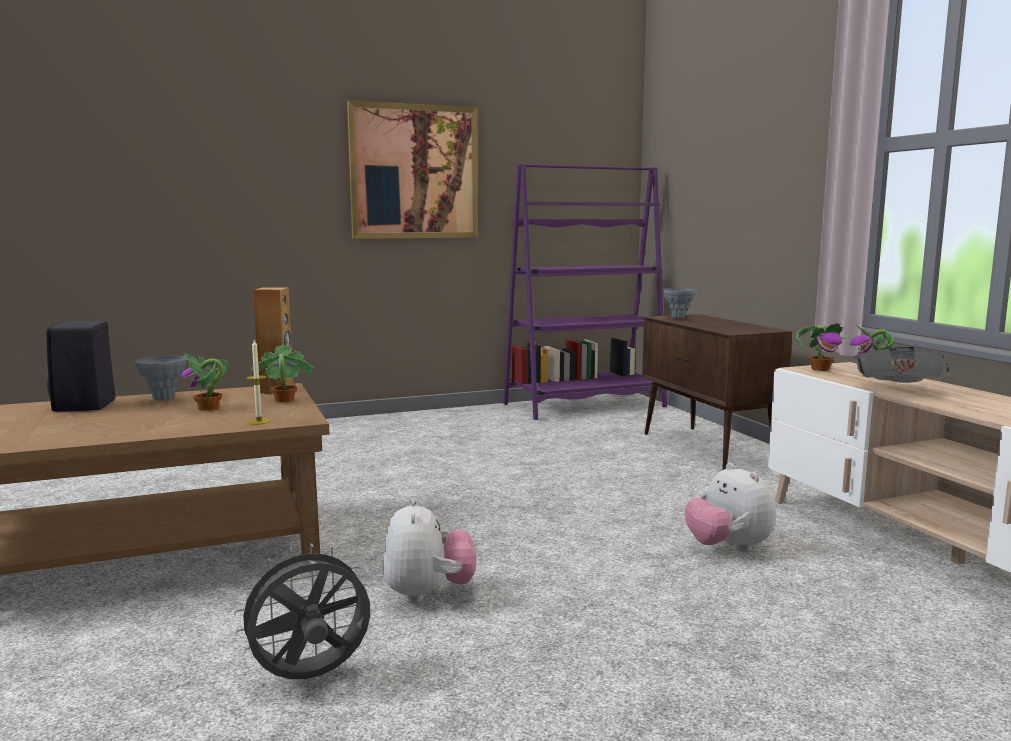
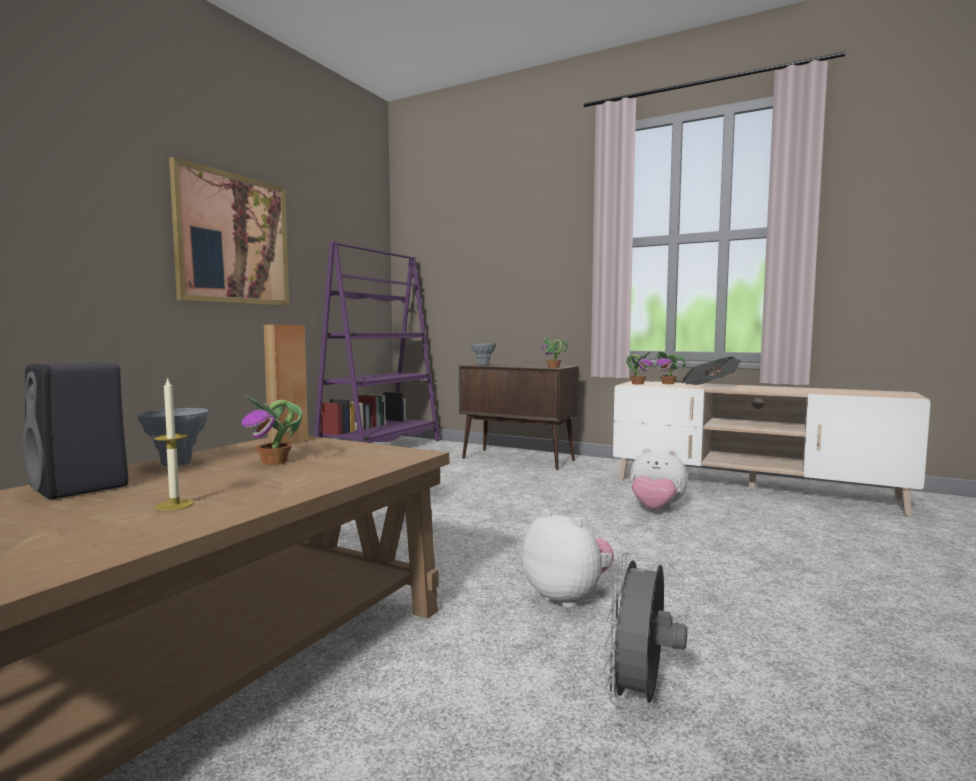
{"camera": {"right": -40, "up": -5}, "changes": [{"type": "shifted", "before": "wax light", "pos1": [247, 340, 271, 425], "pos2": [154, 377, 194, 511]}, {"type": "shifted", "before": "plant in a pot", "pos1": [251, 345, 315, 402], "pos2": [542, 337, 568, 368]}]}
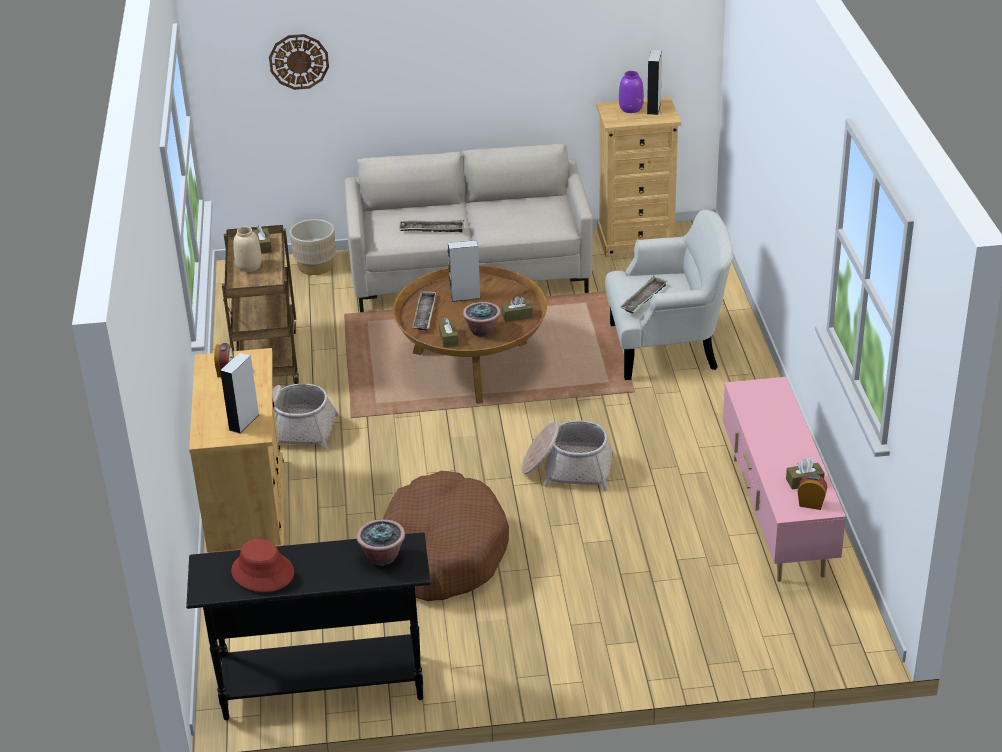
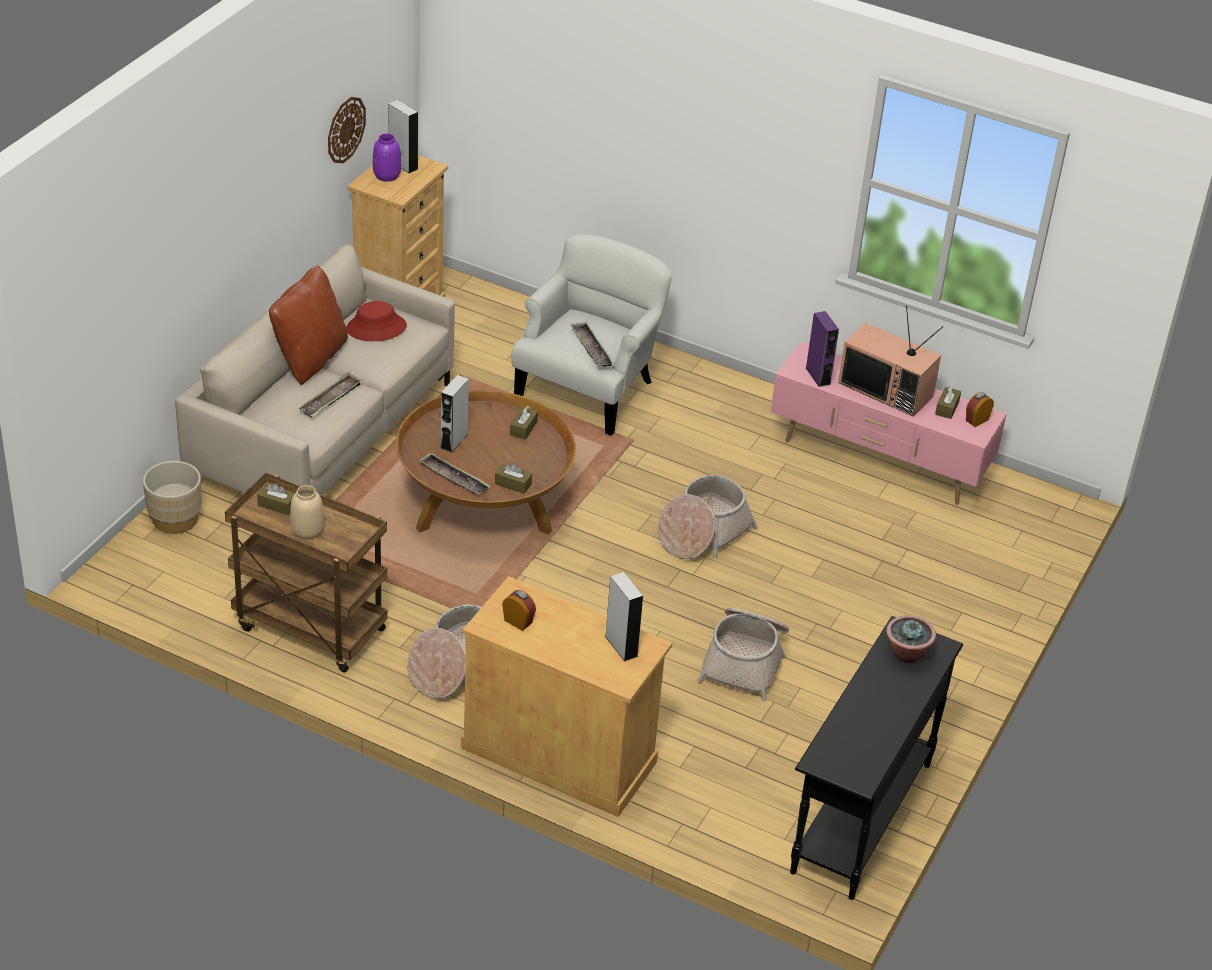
{"camera": {"right": -60, "up": 5}, "changes": [{"type": "shifted", "before": "hanging clock", "pos1": [269, 34, 329, 90], "pos2": [328, 97, 366, 163]}, {"type": "gone", "before": "plant in a pot", "pos1": [463, 302, 501, 337]}, {"type": "swapped", "before": "pet bed (brown-coloured)", "after": "storage basket", "pos1": [383, 471, 509, 601], "pos2": [697, 608, 789, 702]}, {"type": "shifted", "before": "clothing hat (red)", "pos1": [231, 539, 294, 592], "pos2": [346, 301, 407, 341]}, {"type": "new", "after": "throw pillow (brown-coloured)", "pos2": [269, 265, 348, 385]}, {"type": "new", "after": "television", "pos2": [838, 306, 943, 416]}, {"type": "new", "after": "audio speaker (purple)", "pos2": [806, 311, 839, 387]}]}
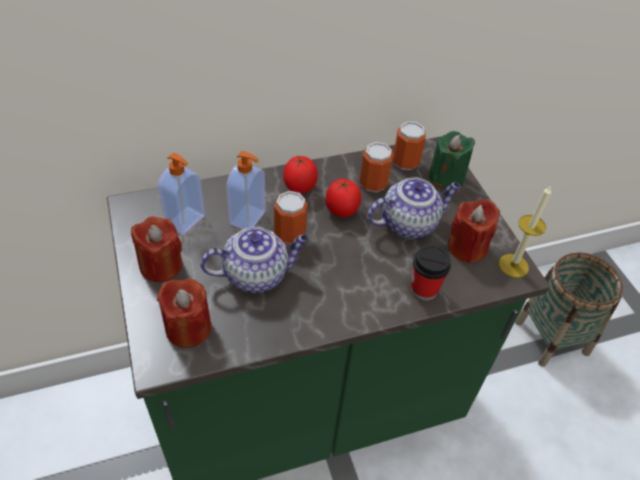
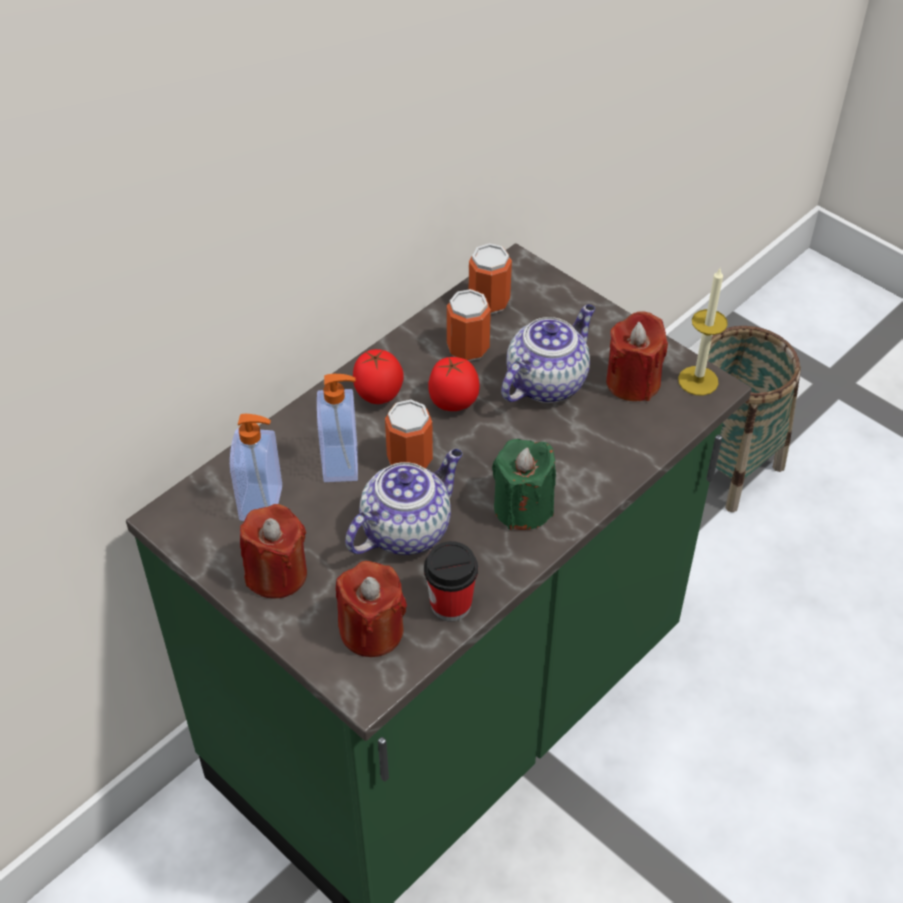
{"camera": {"right": -25, "up": 0}, "changes": [{"type": "shifted", "before": "wax light (green-coloured)", "pos1": [429, 131, 475, 189], "pos2": [492, 439, 556, 530]}, {"type": "shifted", "before": "small cup", "pos1": [411, 245, 451, 301], "pos2": [424, 541, 478, 621]}]}
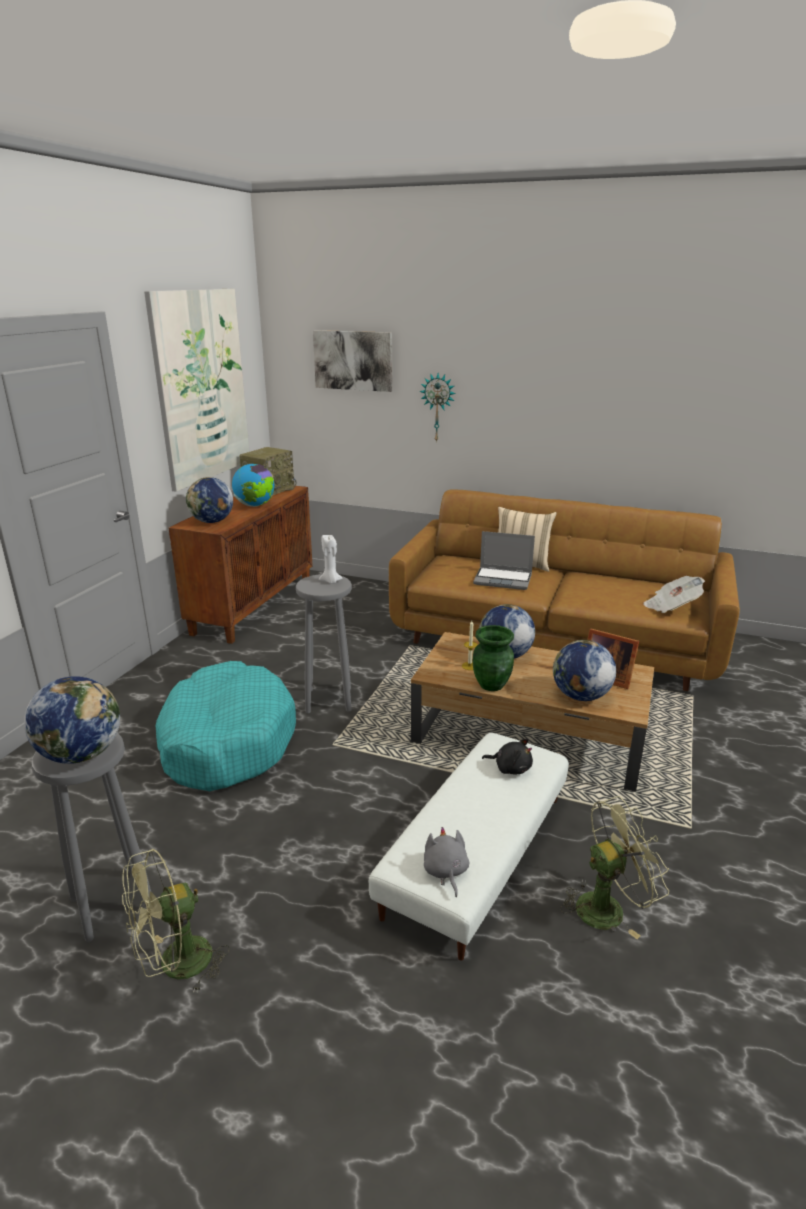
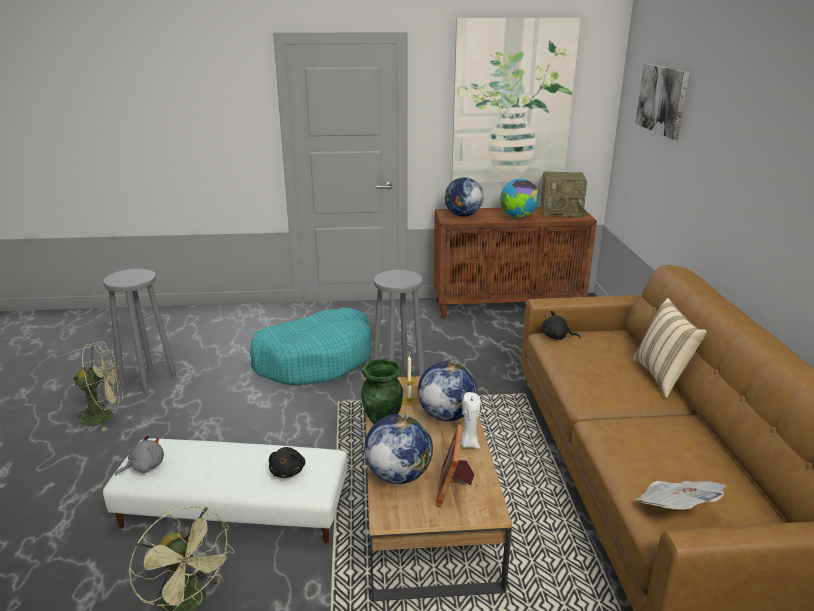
{"camera": {"right": 65, "up": 0}, "changes": [{"type": "gone", "before": "hanging clock", "pos1": [419, 373, 456, 443]}, {"type": "gone", "before": "laptop", "pos1": [473, 531, 535, 590]}, {"type": "shifted", "before": "wax light (whitish)", "pos1": [319, 535, 342, 584], "pos2": [461, 392, 480, 449]}, {"type": "gone", "before": "desk globe", "pos1": [24, 676, 120, 764]}, {"type": "rotated", "before": "cooling fan (green-coloured)", "pos1": [122, 849, 230, 993], "pos2": [72, 341, 124, 431], "turn": 135}, {"type": "new", "after": "soft toy (black)", "pos2": [542, 311, 580, 340]}]}
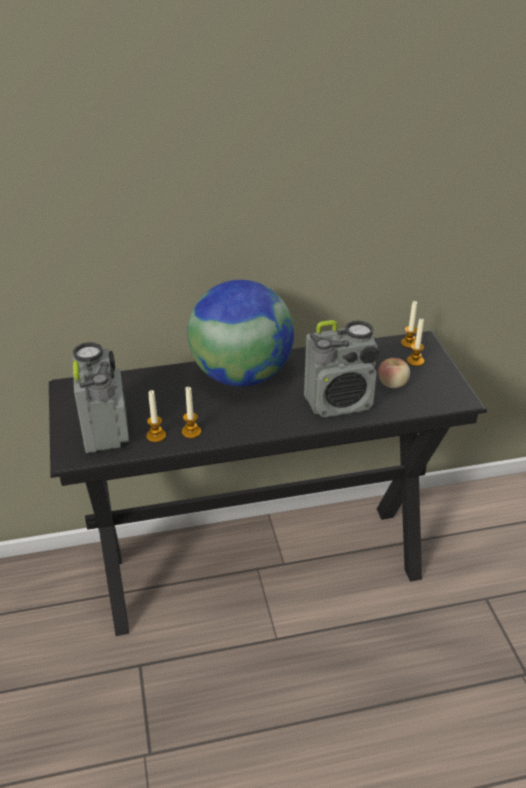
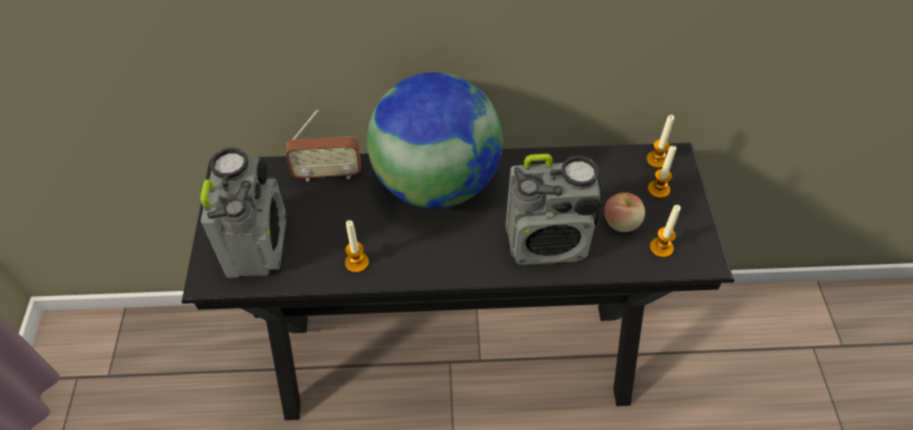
{"camera": {"right": 10, "up": 15}, "changes": [{"type": "shifted", "before": "wax light", "pos1": [146, 390, 166, 442], "pos2": [650, 205, 681, 258]}, {"type": "new", "after": "radio receiver", "pos2": [286, 109, 361, 182]}]}
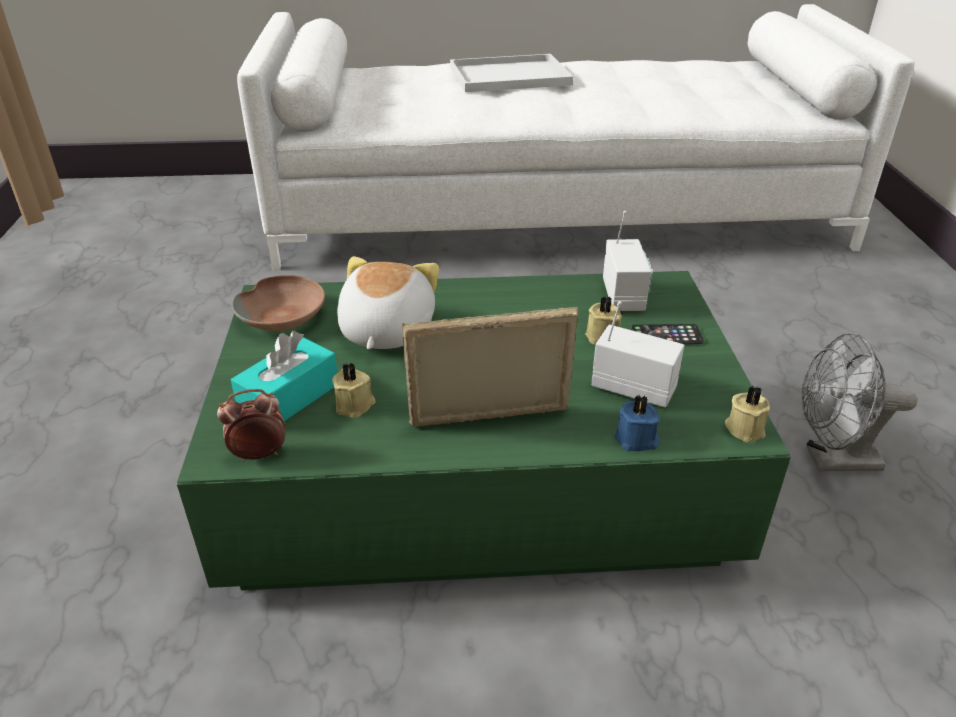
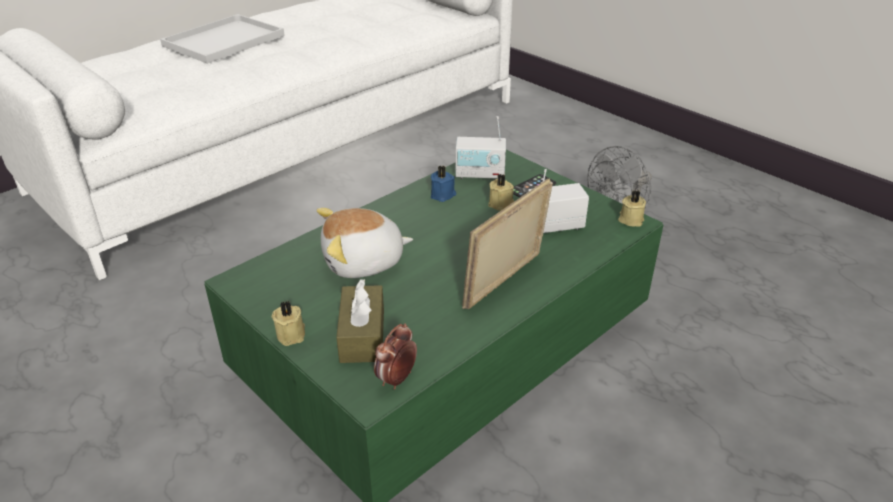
{"camera": {"right": -40, "up": 0}, "changes": [{"type": "rotated", "before": "radio receiver", "pos1": [603, 211, 653, 311], "pos2": [455, 116, 506, 179], "turn": 135}, {"type": "rotated", "before": "soft toy", "pos1": [337, 256, 439, 350], "pos2": [317, 208, 413, 278], "turn": -75}, {"type": "gone", "before": "serving bowl (brown-coloured)", "pos1": [232, 275, 325, 331]}, {"type": "repainted", "before": "tissue box (turquoise-coloured)", "after": "tissue box (brown-coloured)", "pos1": [231, 331, 337, 421], "pos2": [336, 279, 384, 363]}, {"type": "shifted", "before": "wax light (beige)", "pos1": [332, 362, 376, 418], "pos2": [272, 301, 305, 346]}, {"type": "shifted", "before": "wax light (blue-coloured)", "pos1": [615, 395, 660, 451], "pos2": [431, 165, 456, 202]}]}
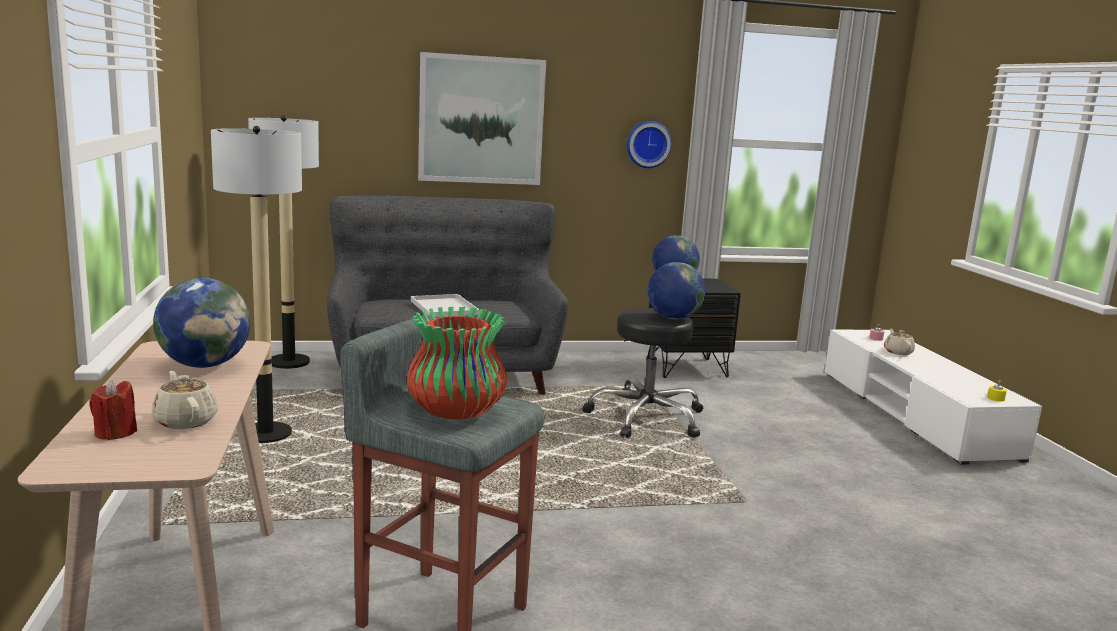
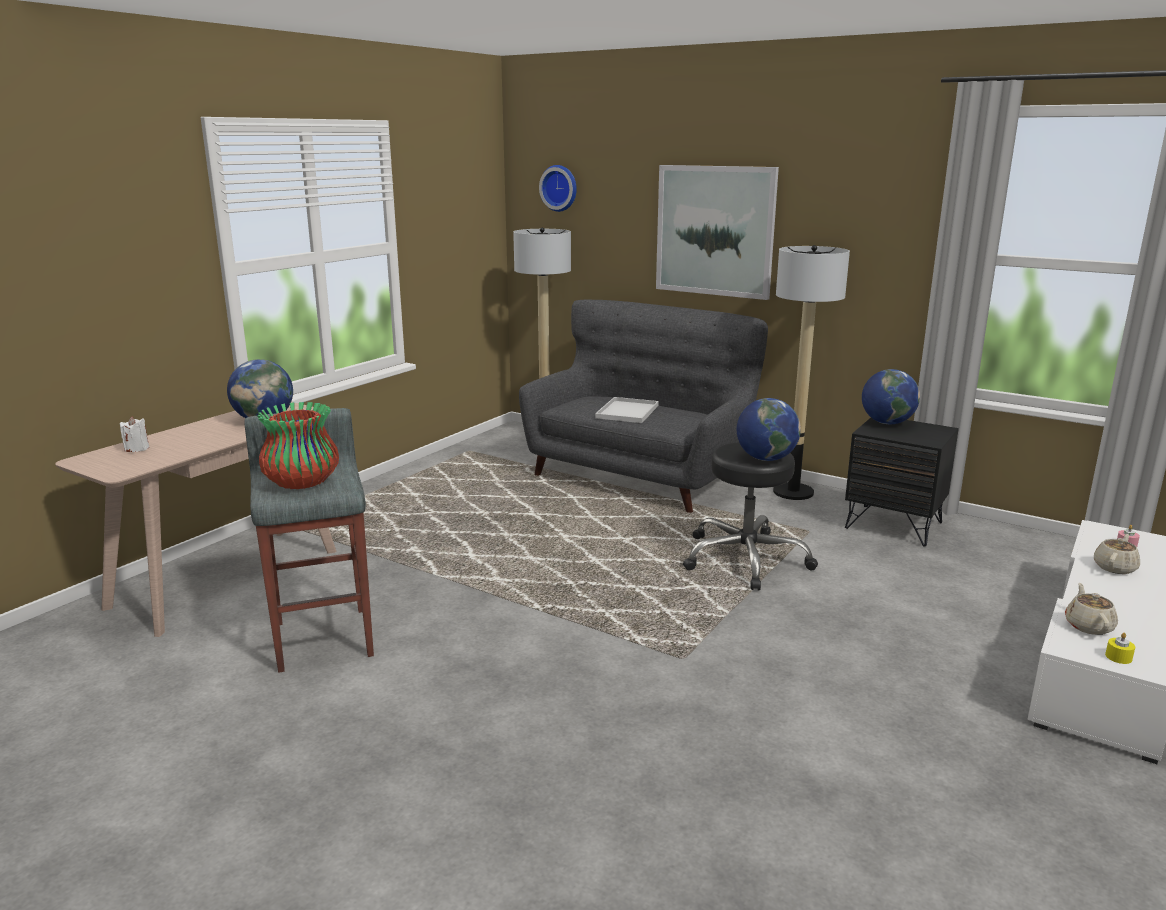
{"camera": {"right": 45, "up": 5}, "changes": [{"type": "shifted", "before": "hanging clock", "pos1": [627, 121, 672, 168], "pos2": [539, 165, 577, 212]}, {"type": "shifted", "before": "standing lamp", "pos1": [211, 126, 302, 443], "pos2": [773, 245, 850, 500]}, {"type": "shifted", "before": "tea pot (beige)", "pos1": [152, 371, 218, 429], "pos2": [1065, 583, 1118, 635]}, {"type": "repainted", "before": "wax light (red)", "after": "wax light (whitish)", "pos1": [89, 380, 137, 440], "pos2": [120, 416, 149, 452]}]}
